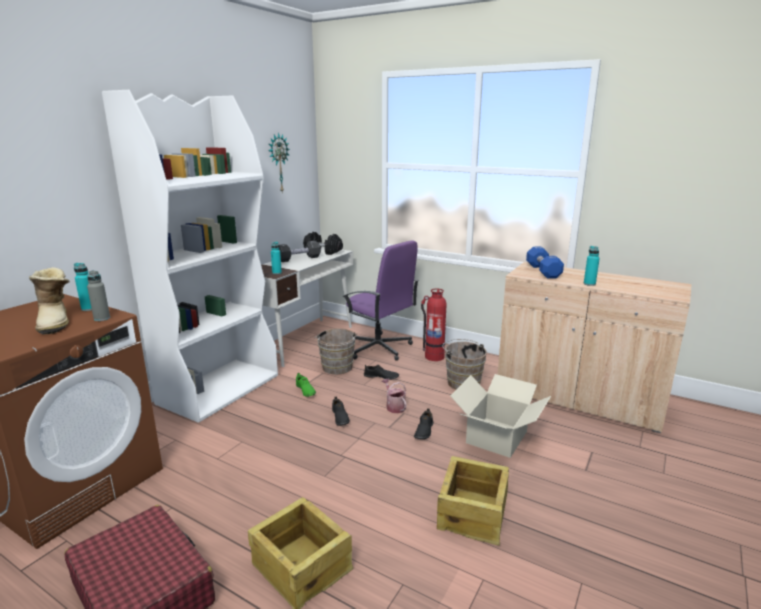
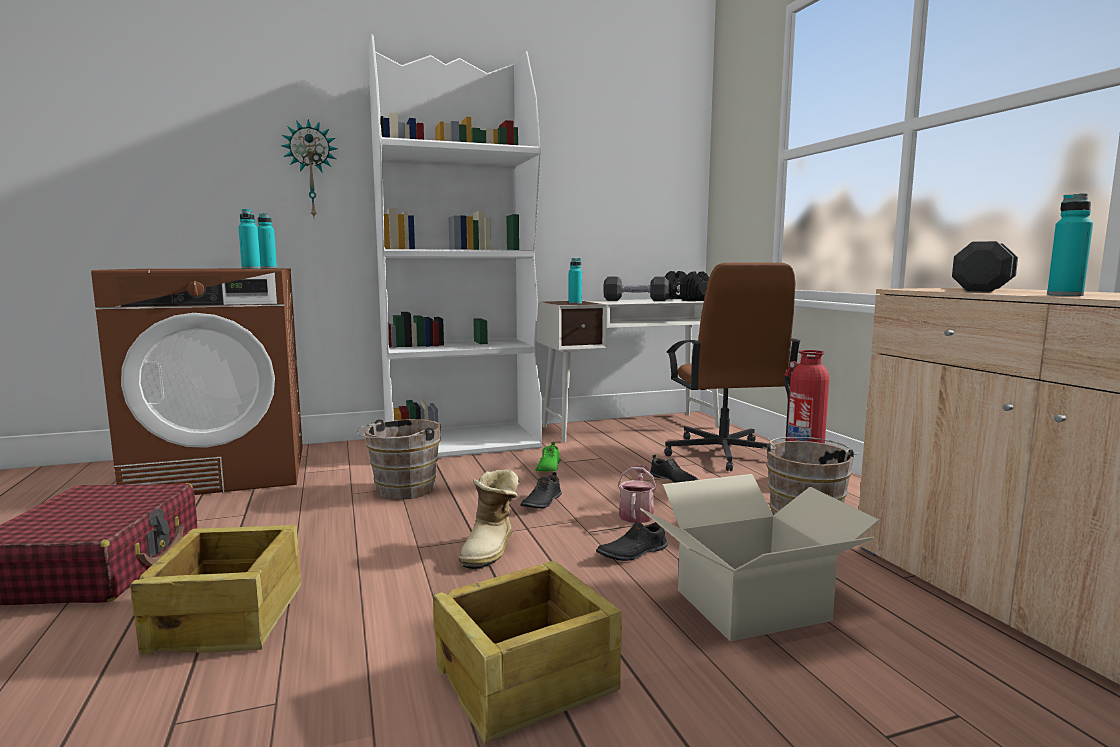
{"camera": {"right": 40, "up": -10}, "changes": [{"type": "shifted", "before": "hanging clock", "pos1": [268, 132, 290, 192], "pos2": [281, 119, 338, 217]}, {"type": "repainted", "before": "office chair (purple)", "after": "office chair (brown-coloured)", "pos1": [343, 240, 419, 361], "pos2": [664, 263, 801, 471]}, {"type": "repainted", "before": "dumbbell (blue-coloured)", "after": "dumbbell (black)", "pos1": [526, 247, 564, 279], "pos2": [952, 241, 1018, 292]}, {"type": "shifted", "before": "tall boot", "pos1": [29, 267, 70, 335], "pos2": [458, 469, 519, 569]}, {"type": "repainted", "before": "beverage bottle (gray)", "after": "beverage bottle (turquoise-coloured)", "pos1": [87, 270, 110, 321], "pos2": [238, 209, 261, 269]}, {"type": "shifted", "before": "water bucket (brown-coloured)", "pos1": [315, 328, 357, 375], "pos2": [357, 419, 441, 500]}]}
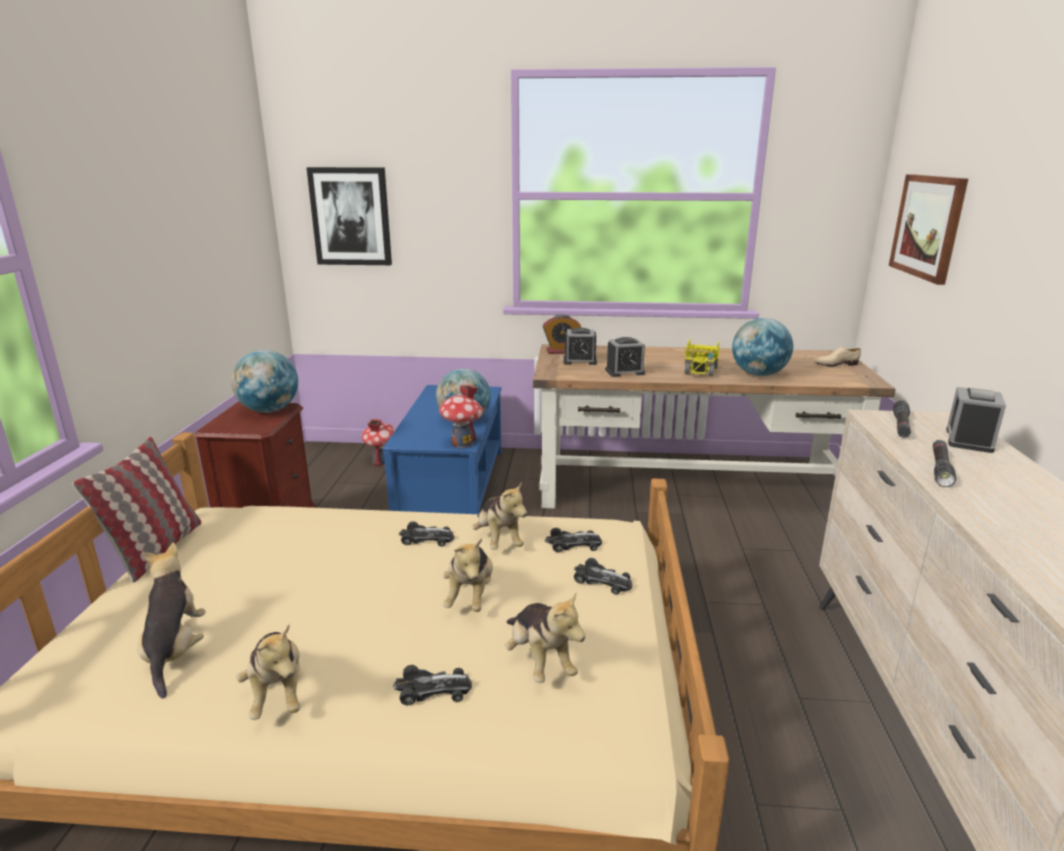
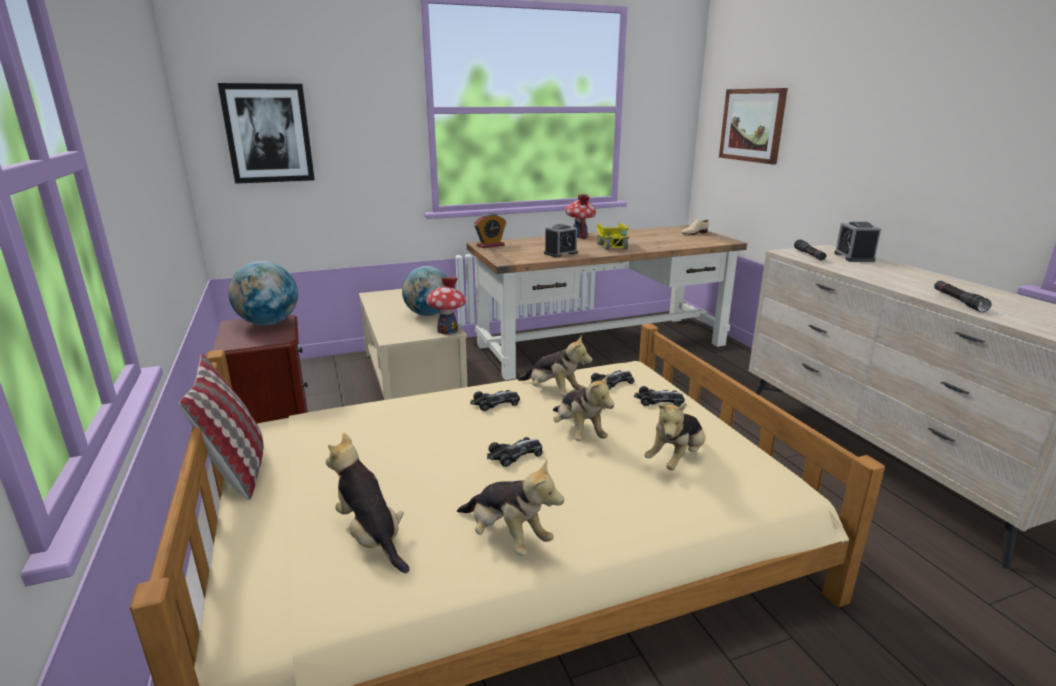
{"camera": {"right": -25, "up": 0}, "changes": [{"type": "gone", "before": "desk globe", "pos1": [732, 318, 793, 376]}, {"type": "gone", "before": "table clock", "pos1": [563, 328, 597, 365]}, {"type": "repainted", "before": "lounge table (blue-coloured)", "after": "lounge table (beige)", "pos1": [383, 385, 501, 514], "pos2": [359, 289, 468, 400]}, {"type": "shifted", "before": "miniature house", "pos1": [361, 419, 396, 467], "pos2": [565, 194, 596, 239]}, {"type": "shifted", "before": "torch (black)", "pos1": [933, 440, 956, 487], "pos2": [934, 281, 992, 312]}, {"type": "rotated", "before": "soft toy", "pos1": [506, 593, 585, 683], "pos2": [644, 403, 706, 470], "turn": 90}, {"type": "shifted", "before": "miniature car", "pos1": [393, 665, 472, 706], "pos2": [487, 437, 543, 467]}]}
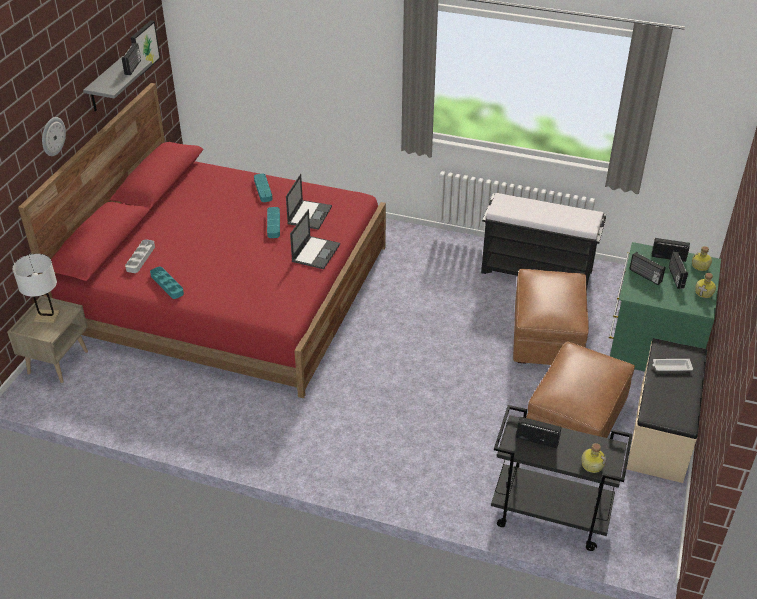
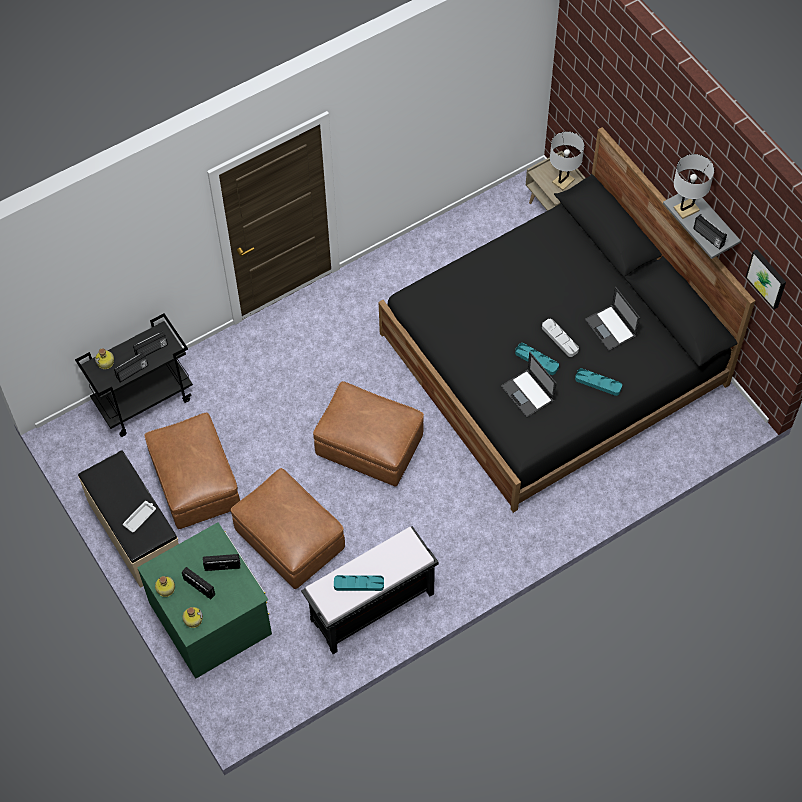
{"camera": {"right": 130, "up": 20}, "changes": [{"type": "repainted", "before": "bedroom bed (red)", "after": "bedroom bed (black)", "pos1": [18, 83, 386, 398], "pos2": [379, 127, 755, 513]}, {"type": "gone", "before": "hanging clock", "pos1": [42, 117, 66, 156]}, {"type": "shifted", "before": "laptop", "pos1": [290, 209, 340, 269], "pos2": [585, 287, 640, 351]}, {"type": "shifted", "before": "radio receiver", "pos1": [652, 238, 690, 262], "pos2": [114, 352, 148, 382]}, {"type": "shifted", "before": "serving tray (gray)", "pos1": [125, 239, 155, 273], "pos2": [542, 319, 579, 357]}, {"type": "shifted", "before": "serving tray (turquoise-coloured)", "pos1": [150, 267, 184, 299], "pos2": [334, 575, 384, 591]}, {"type": "new", "after": "table lamp (whitish)", "pos2": [674, 154, 714, 219]}, {"type": "new", "after": "ottoman (brown-coloured)", "pos2": [313, 381, 424, 486]}]}
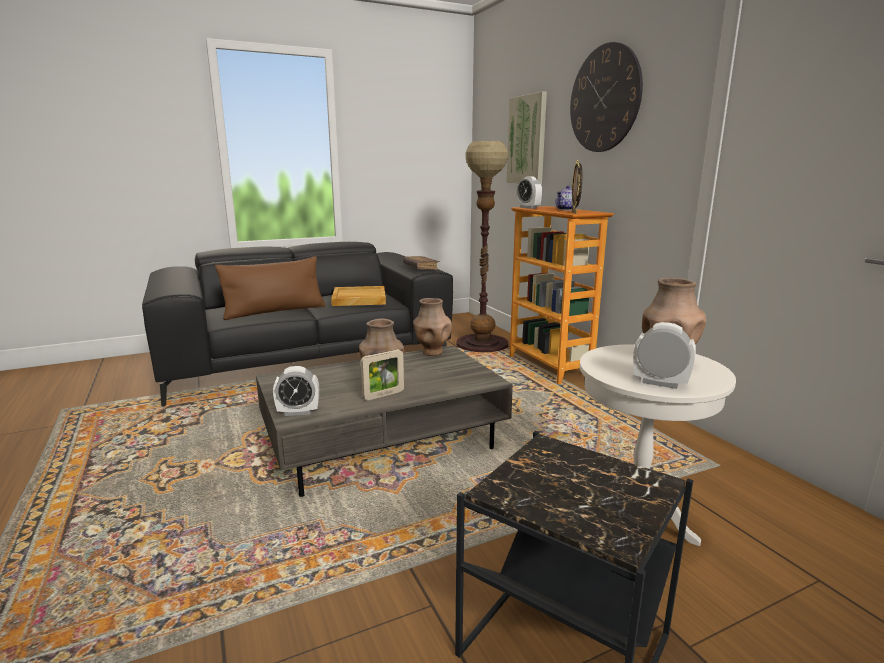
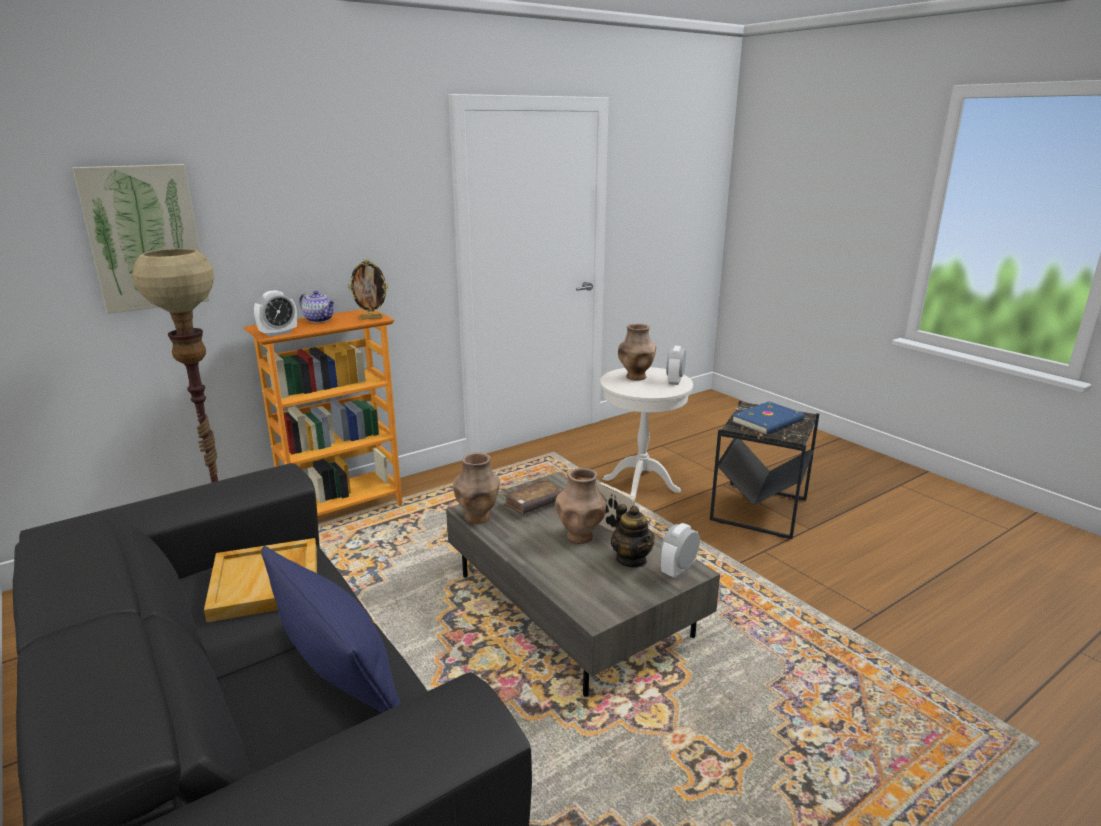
{"camera": {"right": -100, "up": 5}, "changes": [{"type": "gone", "before": "hanging clock", "pos1": [570, 42, 643, 152]}, {"type": "repainted", "before": "throw pillow (brown-coloured)", "after": "throw pillow (blue-coloured)", "pos1": [215, 256, 325, 320], "pos2": [261, 546, 401, 713]}, {"type": "shifted", "before": "bound book (brown-coloured)", "pos1": [403, 256, 440, 270], "pos2": [502, 479, 564, 514]}, {"type": "rotated", "before": "table clock", "pos1": [273, 366, 319, 416], "pos2": [660, 523, 700, 579], "turn": -120}, {"type": "new", "after": "bound book (blue-coloured)", "pos2": [732, 401, 804, 435]}, {"type": "new", "after": "tea pot", "pos2": [611, 504, 655, 568]}]}
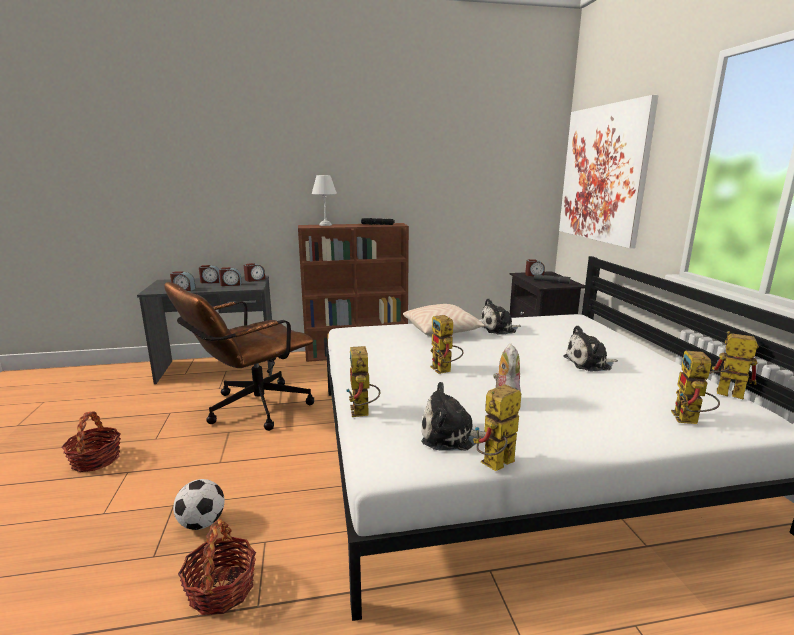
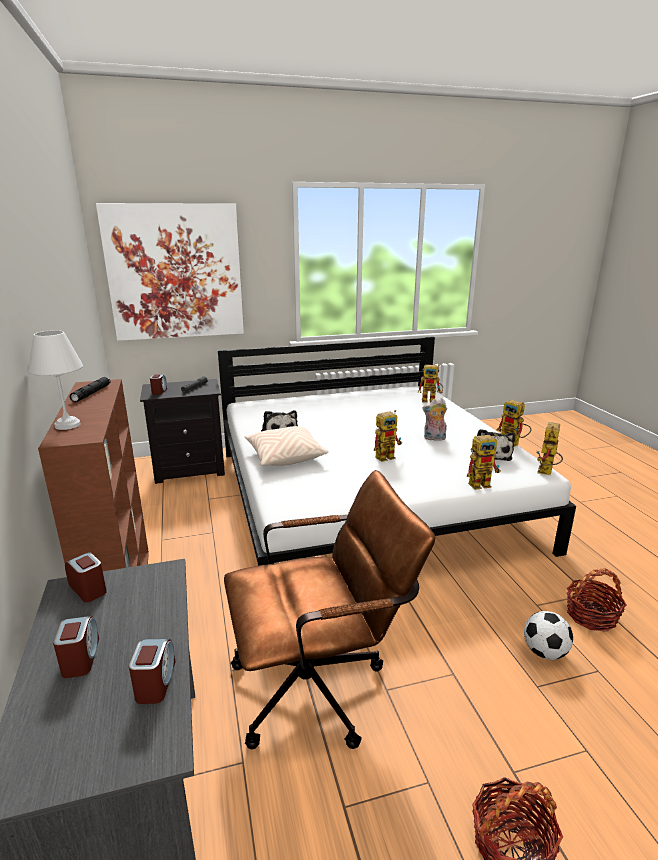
{"camera": {"right": -95, "up": 5}, "changes": [{"type": "gone", "before": "table clock", "pos1": [219, 267, 242, 286]}, {"type": "rotated", "before": "office chair (brown-coloured)", "pos1": [164, 282, 314, 431], "pos2": [224, 470, 436, 750], "turn": -60}, {"type": "gone", "before": "soft toy", "pos1": [563, 326, 618, 371]}, {"type": "shifted", "before": "robot figure", "pos1": [709, 331, 759, 400], "pos2": [537, 422, 563, 475]}]}
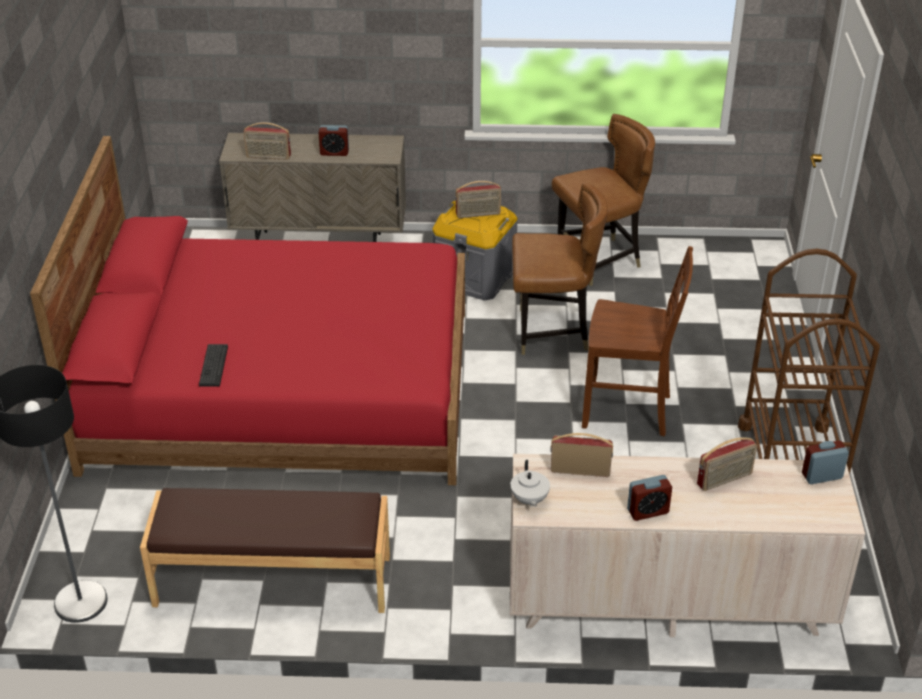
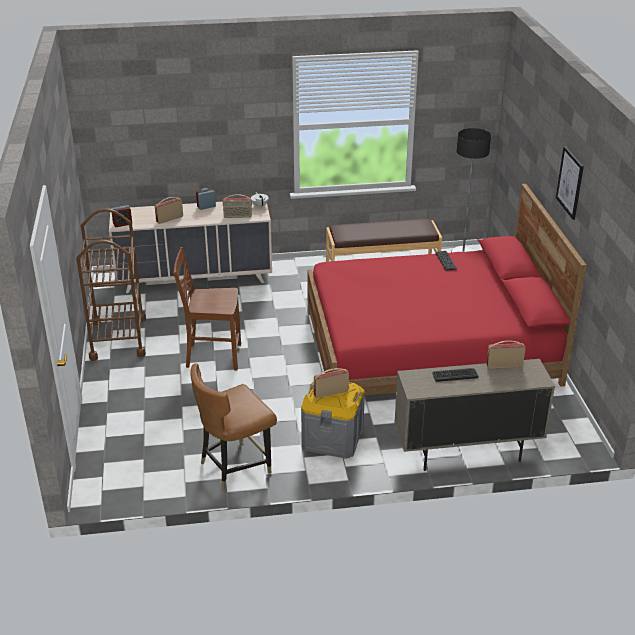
{"camera": {"right": 170, "up": -5}, "changes": [{"type": "swapped", "before": "table clock", "after": "PC keyboard", "pos1": [318, 125, 349, 156], "pos2": [432, 368, 478, 382]}, {"type": "gone", "before": "upright chair (brown-coloured)", "pos1": [512, 182, 608, 355]}, {"type": "new", "after": "wall picture", "pos2": [556, 146, 584, 220]}]}
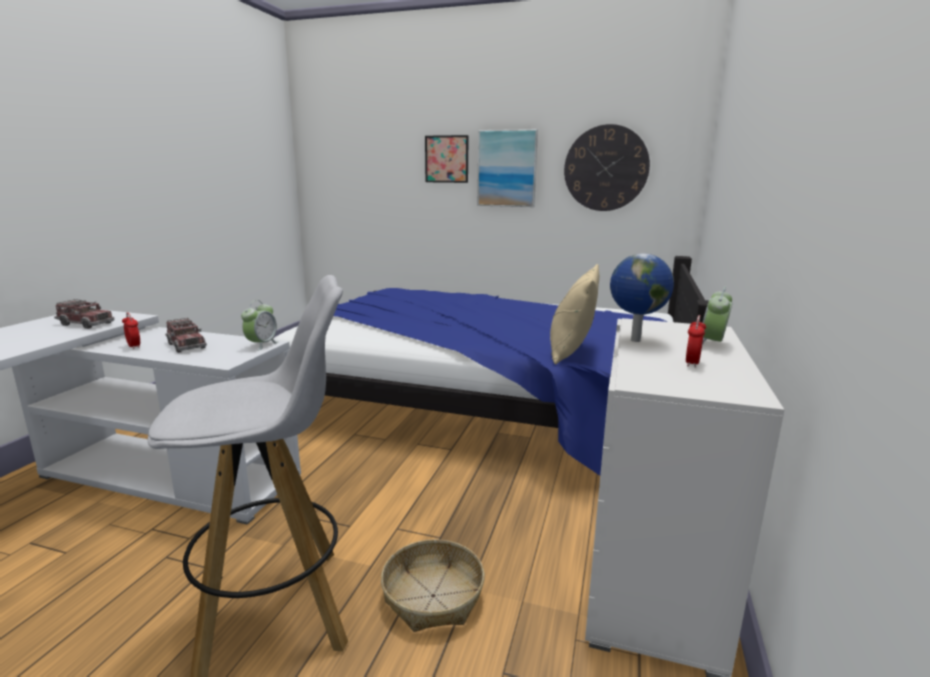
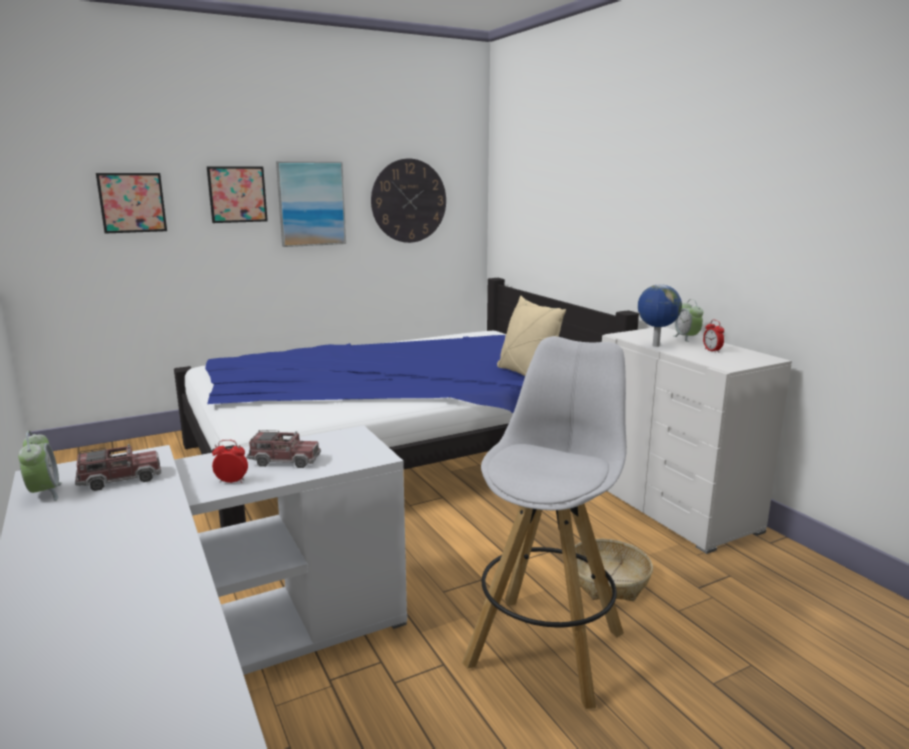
{"camera": {"right": -45, "up": 0}, "changes": [{"type": "shifted", "before": "table clock", "pos1": [241, 300, 278, 351], "pos2": [18, 431, 61, 501]}, {"type": "new", "after": "wall picture", "pos2": [96, 173, 167, 234]}]}
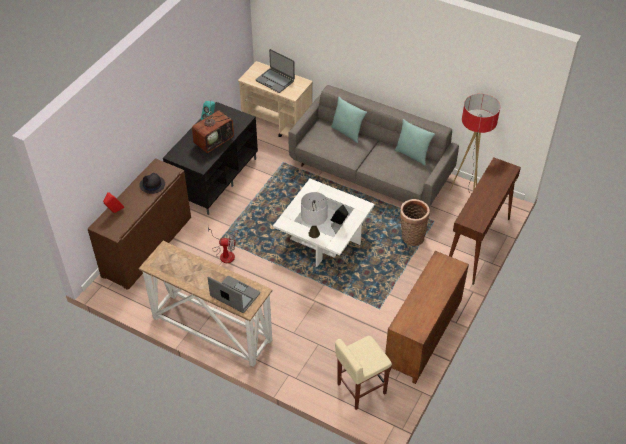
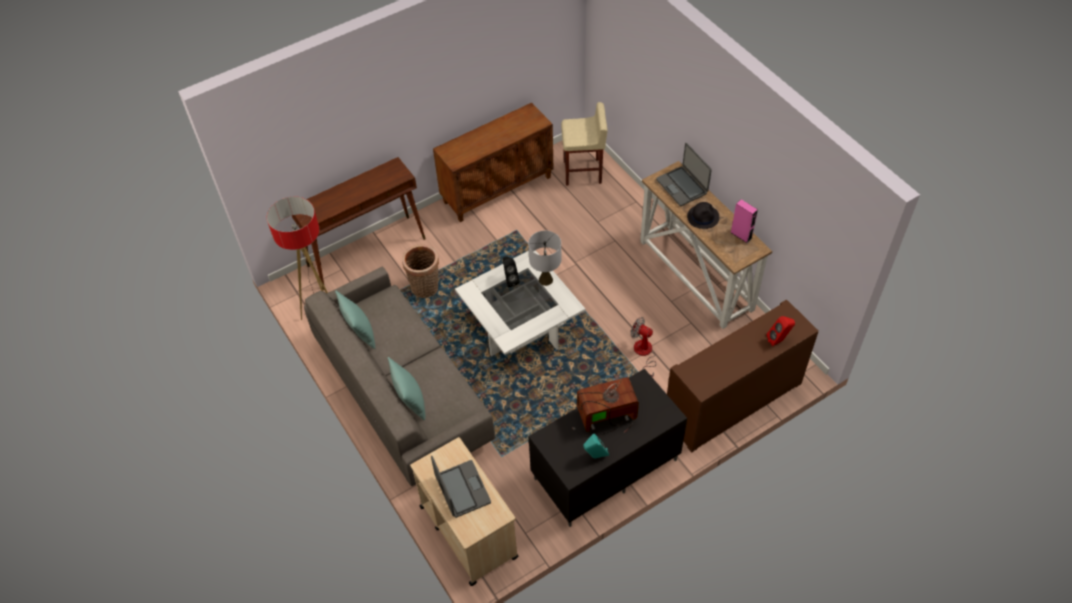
{"camera": {"right": -150, "up": 5}, "changes": [{"type": "shifted", "before": "clothing hat (black)", "pos1": [139, 173, 165, 194], "pos2": [687, 202, 719, 229]}, {"type": "new", "after": "audio speaker (pink)", "pos2": [730, 199, 758, 243]}]}
